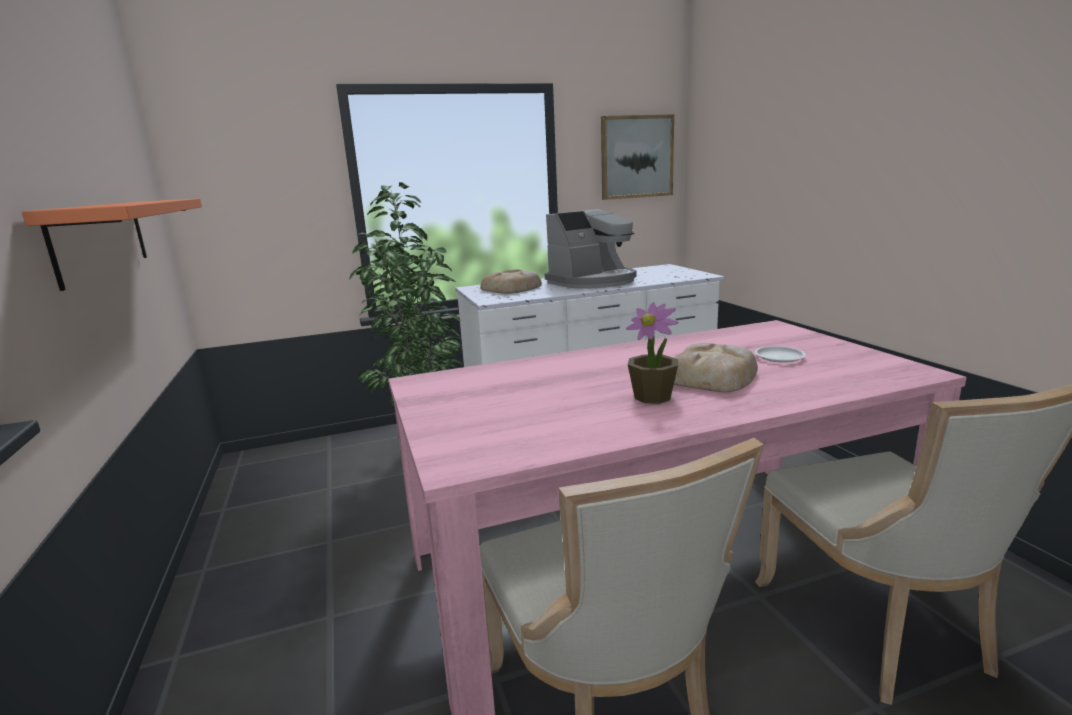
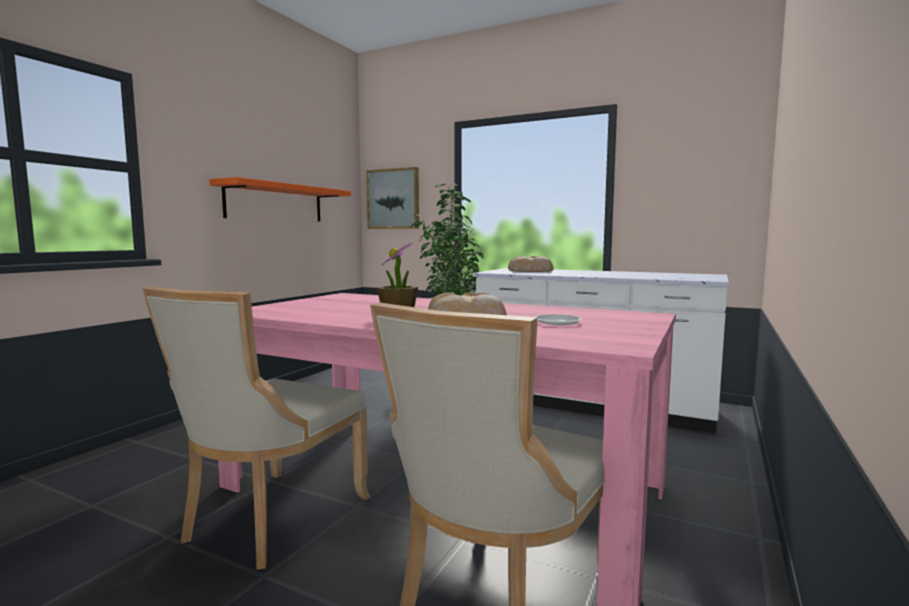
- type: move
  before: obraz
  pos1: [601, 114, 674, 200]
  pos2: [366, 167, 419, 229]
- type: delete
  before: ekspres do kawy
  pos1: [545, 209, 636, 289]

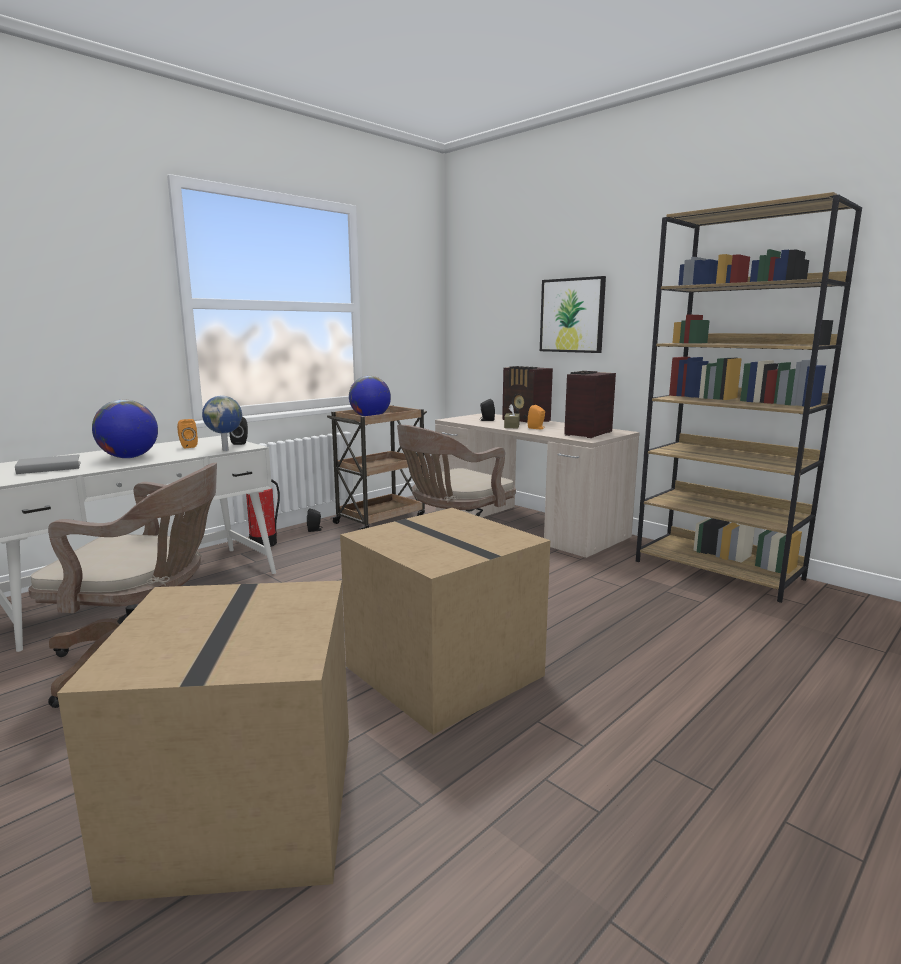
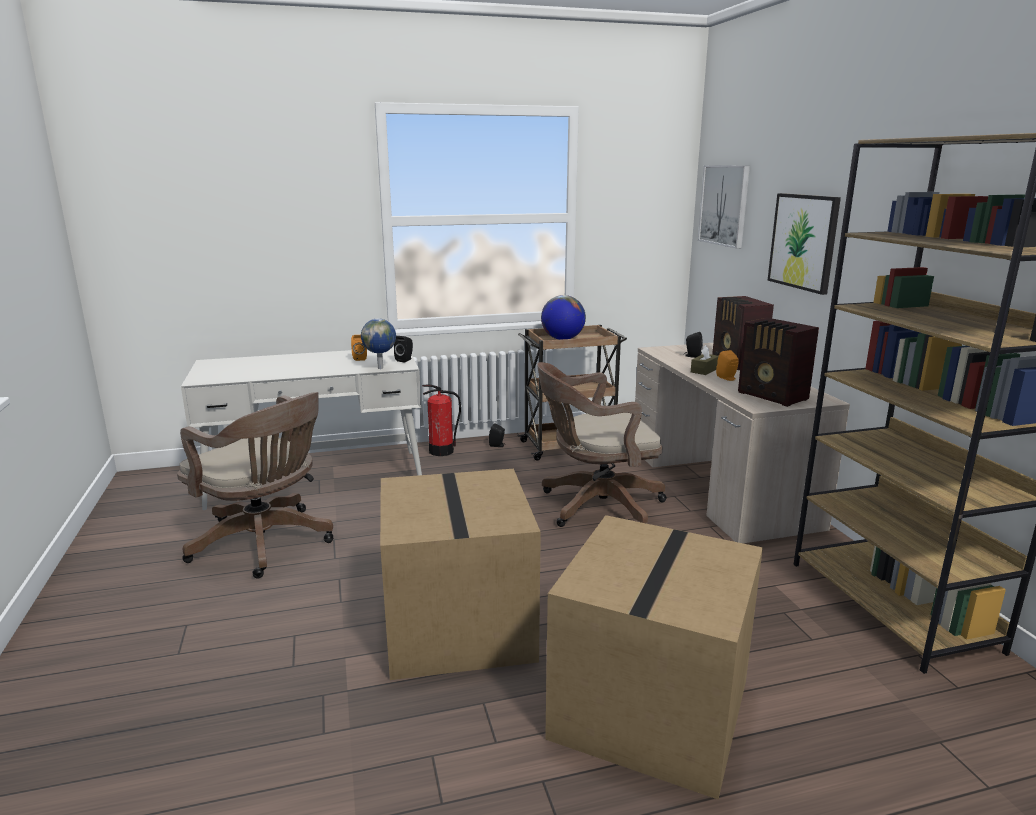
- type: move
  before: karton
  pos1: [57, 581, 349, 903]
  pos2: [545, 515, 763, 799]
- type: insert
  after: obraz
  pos2: [698, 165, 750, 249]
- type: rotate
  before: radio
  pos1: [564, 371, 616, 438]
  pos2: [738, 318, 819, 407]
  turn: -105
- type: delete
  before: książka [szary]
  pos1: [15, 454, 81, 474]
- type: delete
  before: globus
  pos1: [92, 400, 158, 458]

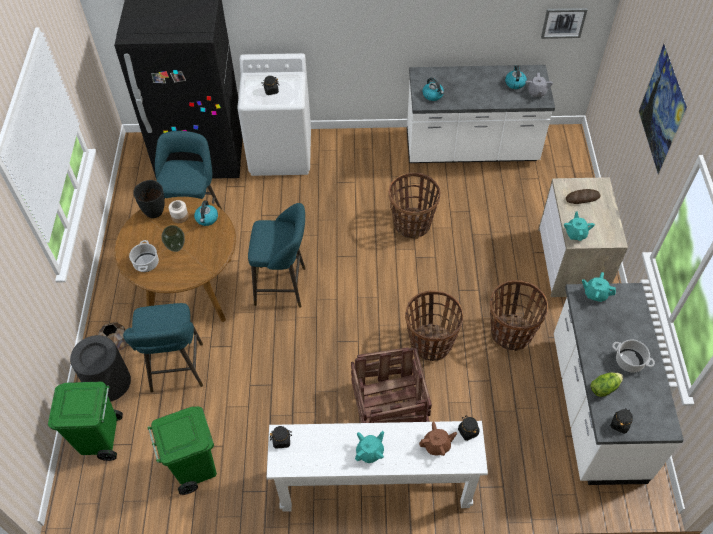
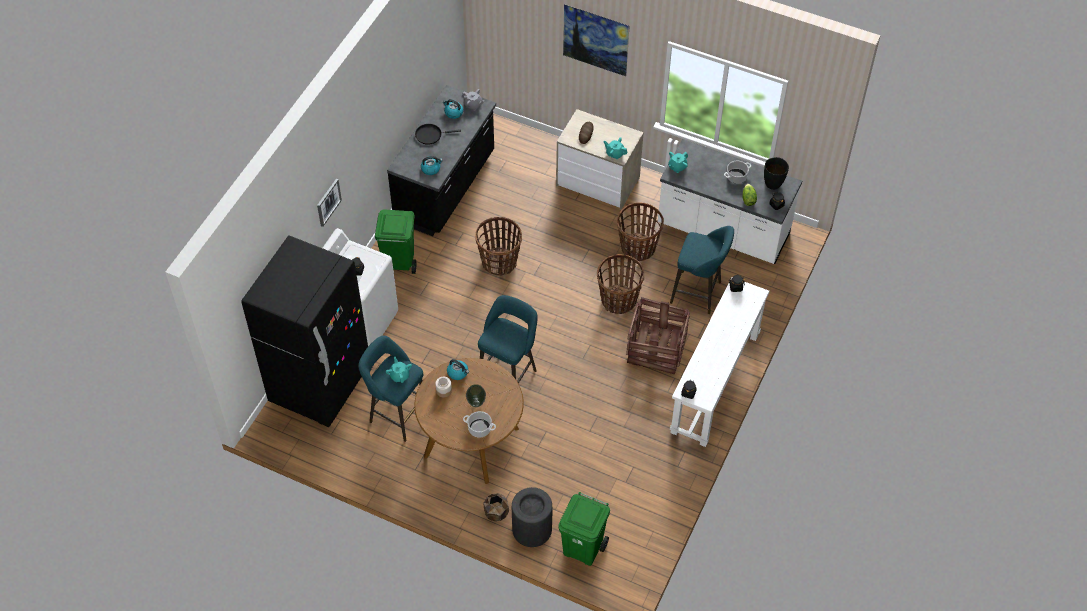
- type: move
  before: obraz
  pos1: [541, 8, 588, 39]
  pos2: [317, 179, 342, 227]
- type: move
  before: kosz na śmieci [zielony]
  pos1: [148, 406, 217, 495]
  pos2: [375, 209, 416, 274]
- type: move
  before: imbryk [turkusowy]
  pos1: [355, 431, 384, 463]
  pos2: [386, 357, 412, 383]
- type: recolor
  before: zabudowa kuchenna [biały]
  after: zabudowa kuchenna [czarny]
  pos1: [407, 65, 555, 163]
  pos2: [387, 85, 496, 236]
- type: insert
  after: patelnia [czarny]
  pos2: [415, 124, 461, 145]
- type: move
  before: stołek [turkusowy]
  pos1: [123, 303, 203, 392]
  pos2: [670, 226, 734, 314]
- type: move
  before: wazon [czarny]
  pos1: [133, 180, 165, 218]
  pos2: [764, 157, 789, 190]
- type: delete
  before: imbryk [brązowy]
  pos1: [419, 422, 457, 456]

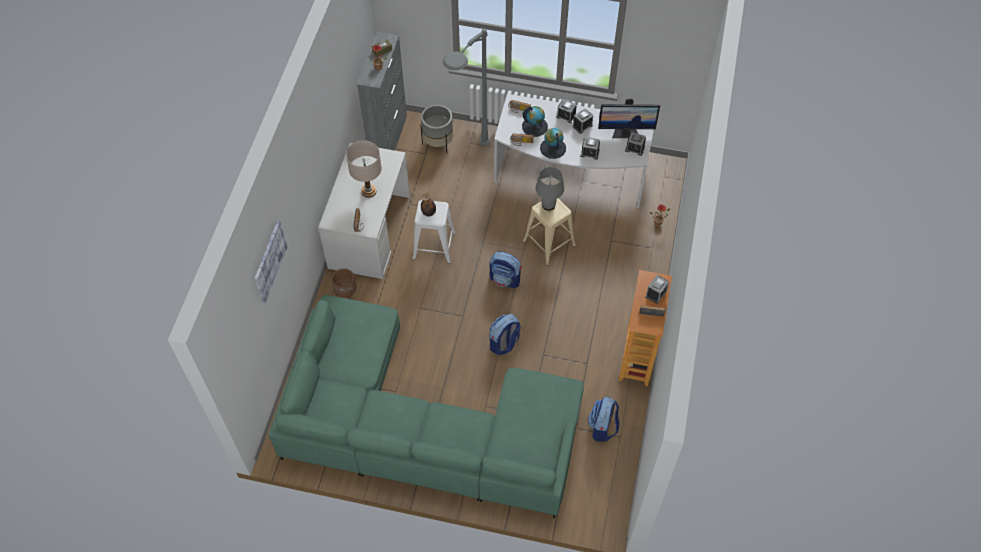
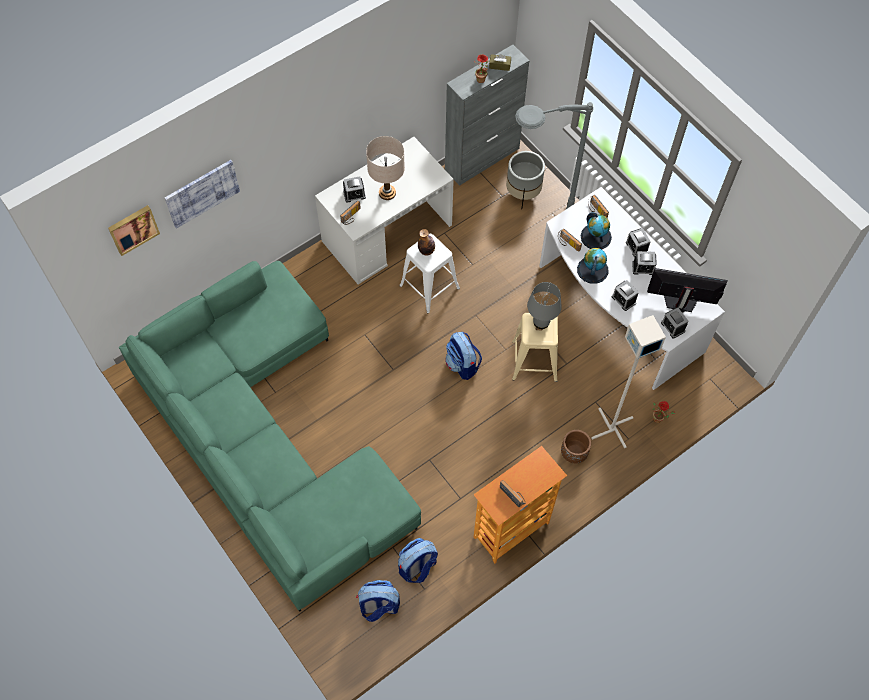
- type: insert
  after: obraz
  pos2: [108, 205, 160, 256]
- type: move
  before: budzik
  pos1: [646, 275, 669, 304]
  pos2: [343, 176, 366, 203]
- type: move
  before: plecak
  pos1: [489, 314, 521, 355]
  pos2: [356, 580, 400, 622]
- type: move
  before: donica [brązowy]
  pos1: [331, 268, 356, 298]
  pos2: [561, 430, 591, 463]
- type: insert
  after: lampa stojąca [szary]
  pos2: [591, 315, 666, 448]
- type: rotate
  before: monitor
  pos1: [598, 99, 660, 138]
  pos2: [647, 268, 728, 313]
  turn: 150

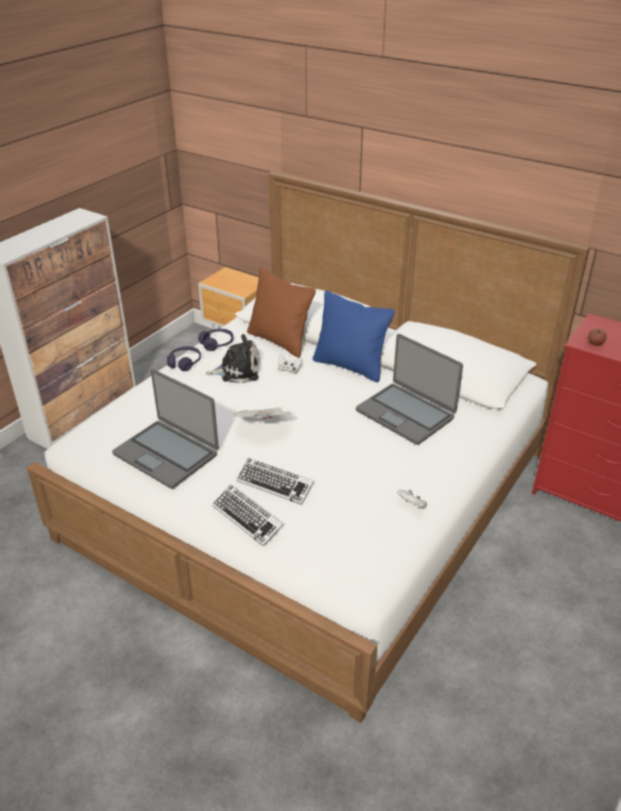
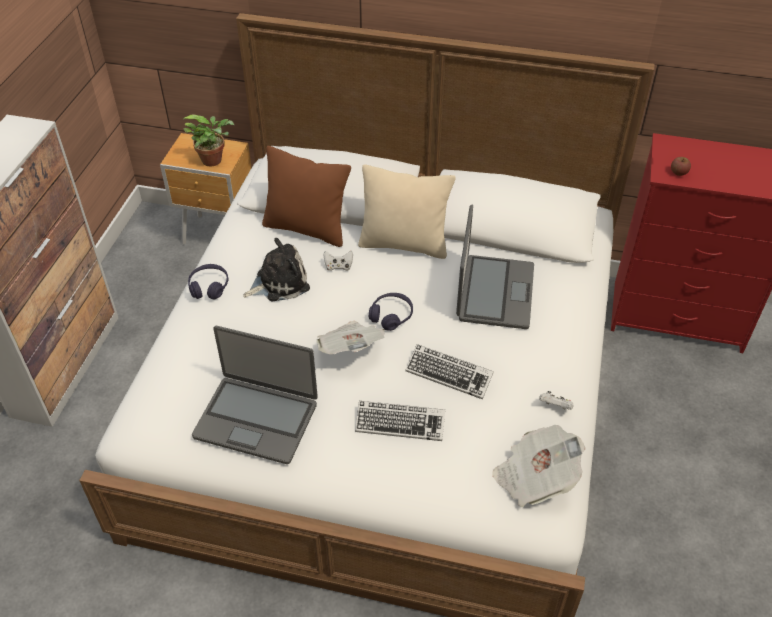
- type: insert
  after: roślina doniczkowa
  pos2: [183, 115, 234, 166]
- type: recolor
  before: poduszka [niebieski]
  after: poduszka [beżowy]
  pos1: [313, 290, 395, 382]
  pos2: [358, 165, 456, 259]
- type: move
  before: słuchawki [fioletowy]
  pos1: [198, 329, 233, 351]
  pos2: [369, 293, 413, 331]
- type: move
  before: klawiatura
  pos1: [212, 485, 283, 547]
  pos2: [406, 344, 494, 399]
- type: rotate
  before: laptop
  pos1: [356, 334, 463, 445]
  pos2: [456, 204, 534, 329]
  turn: -105
- type: insert
  after: gazeta
  pos2: [492, 425, 585, 507]

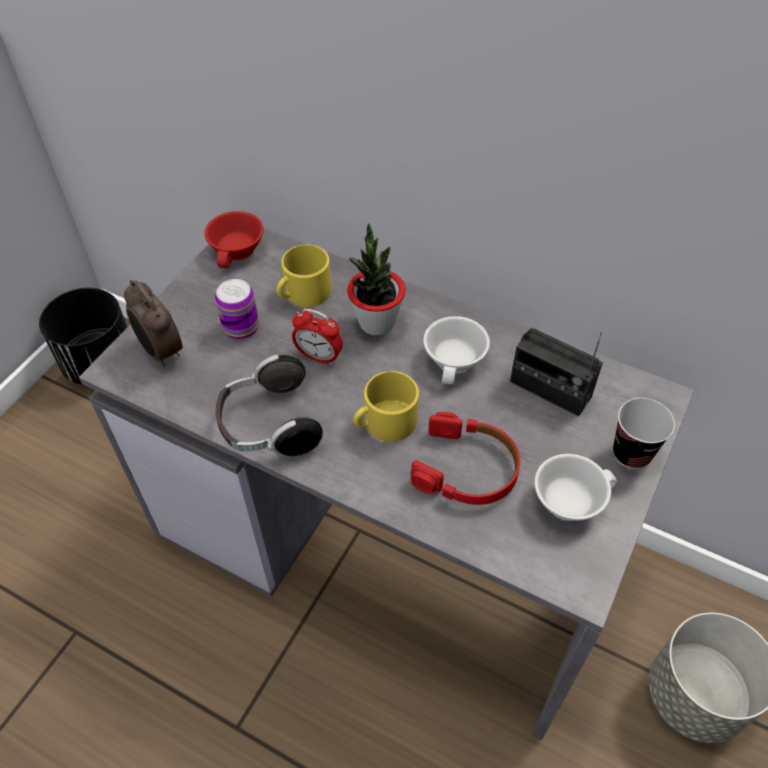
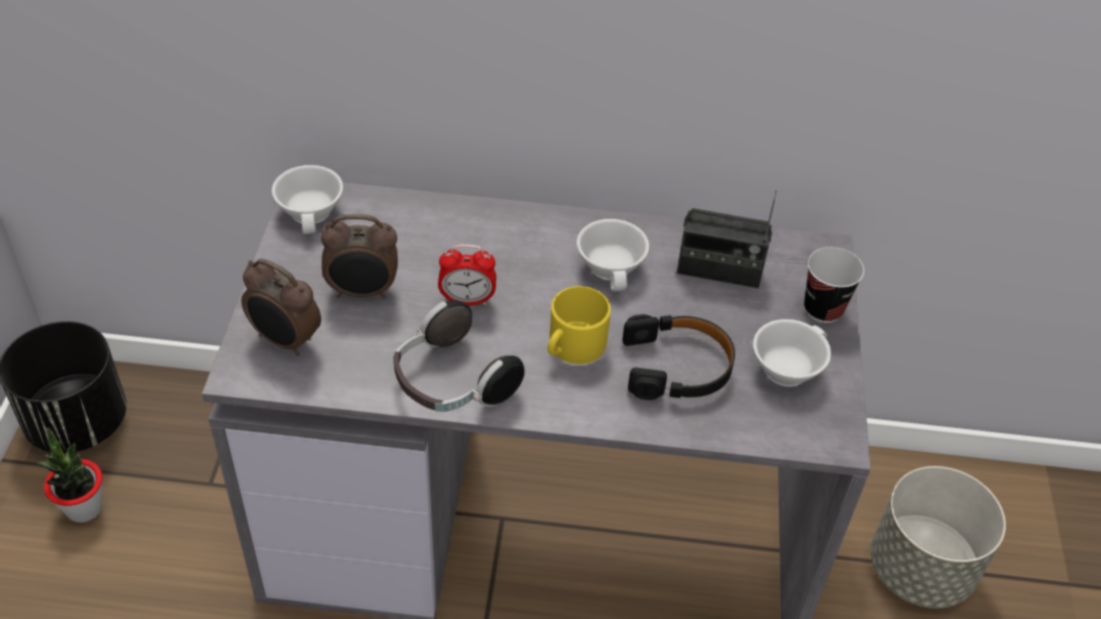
- type: move
  before: roślina doniczkowa
  pos1: [347, 223, 406, 336]
  pos2: [36, 428, 102, 523]
- type: recolor
  before: filiżanka [czerwony]
  after: filiżanka [biały]
  pos1: [204, 211, 264, 268]
  pos2: [272, 165, 343, 234]
- type: replace
  before: puszka
  after: budzik
  pos1: [215, 279, 259, 339]
  pos2: [321, 214, 398, 299]
- type: recolor
  before: słuchawki [czerwony]
  after: słuchawki [czarny]
  pos1: [411, 412, 521, 505]
  pos2: [622, 314, 735, 400]
- type: delete
  before: kubek [żółty]
  pos1: [276, 245, 331, 307]

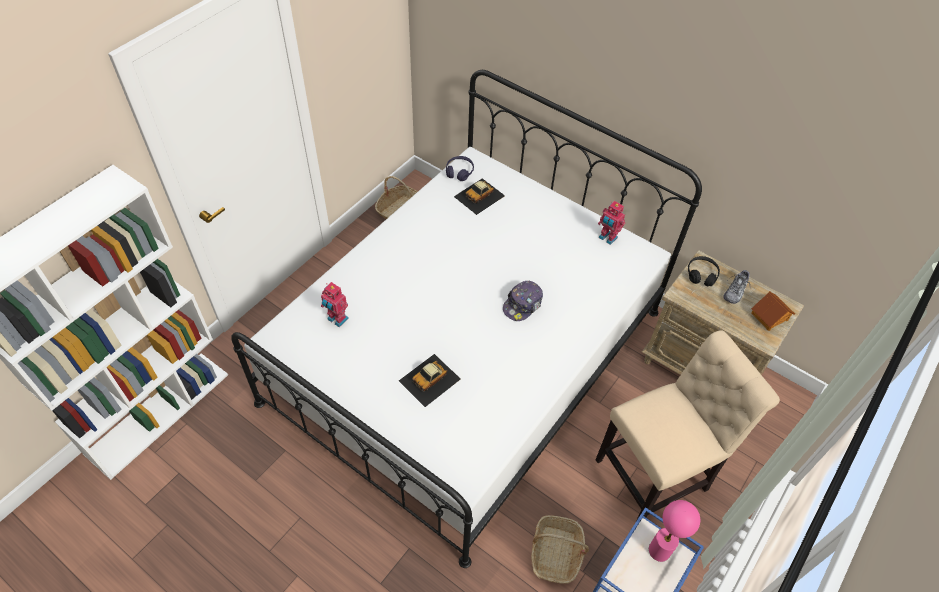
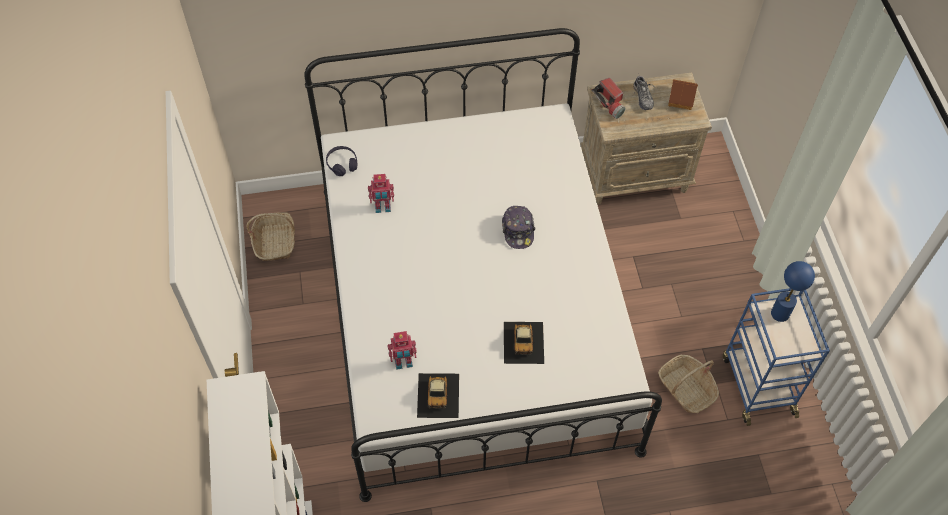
- type: move
  before: robot zabawkowy
  pos1: [598, 201, 625, 245]
  pos2: [368, 174, 394, 213]
- type: move
  before: samochodzik
  pos1: [454, 178, 505, 215]
  pos2: [417, 373, 459, 418]
- type: replace
  before: słuchawki [czarny]
  after: latarka
  pos1: [688, 256, 720, 287]
  pos2: [591, 78, 625, 119]
- type: recolor
  before: lampa stołowa [różowy]
  after: lampa stołowa [niebieski]
  pos1: [649, 500, 700, 562]
  pos2: [771, 261, 815, 322]
- type: delete
  before: krzesło [beżowy]
  pos1: [595, 330, 780, 523]

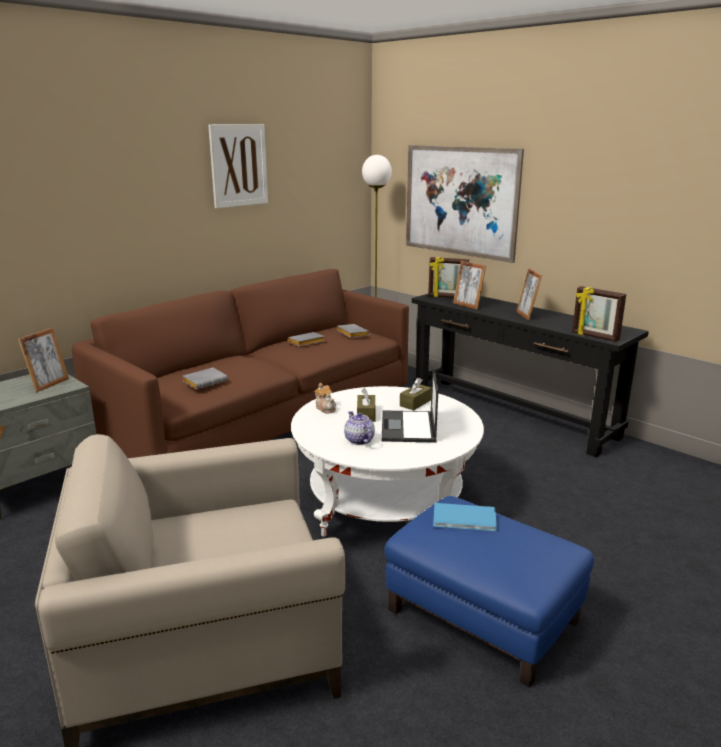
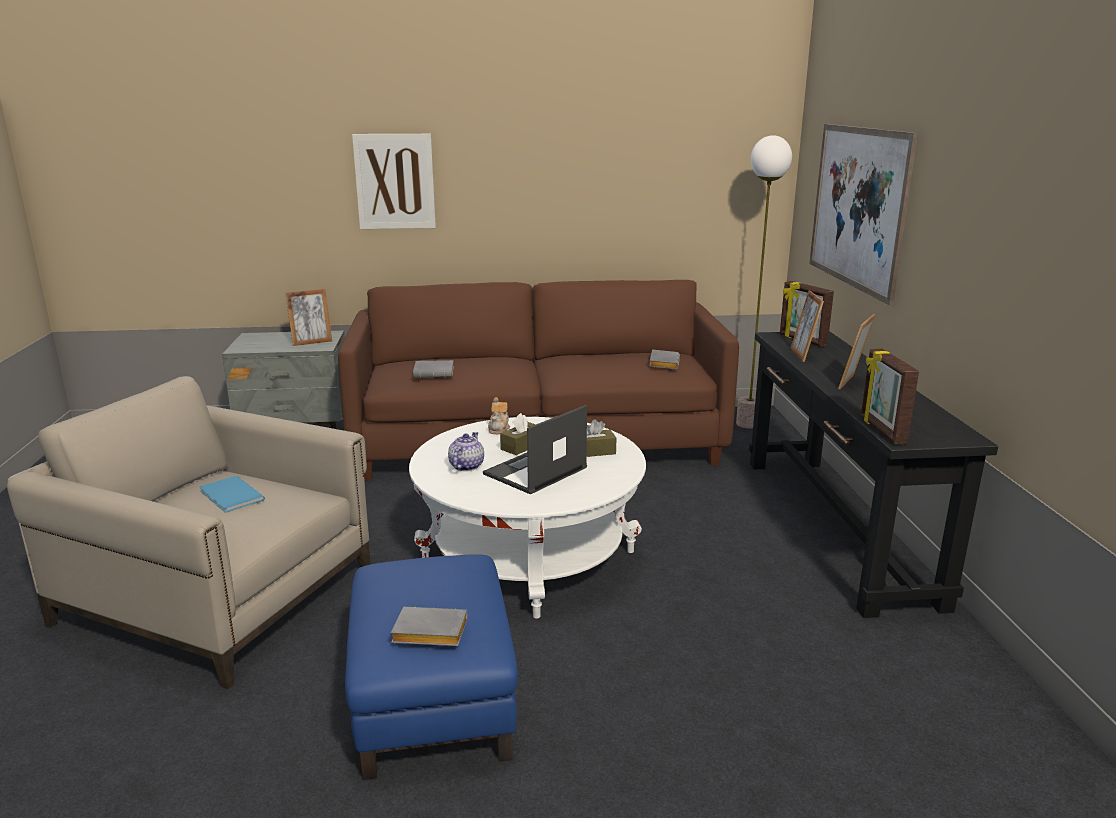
- type: move
  before: książka [niebieski]
  pos1: [433, 503, 497, 531]
  pos2: [199, 476, 265, 513]
- type: move
  before: obraz
  pos1: [208, 124, 268, 209]
  pos2: [352, 134, 436, 229]
- type: move
  before: książka [szary]
  pos1: [288, 332, 325, 347]
  pos2: [391, 607, 467, 646]

